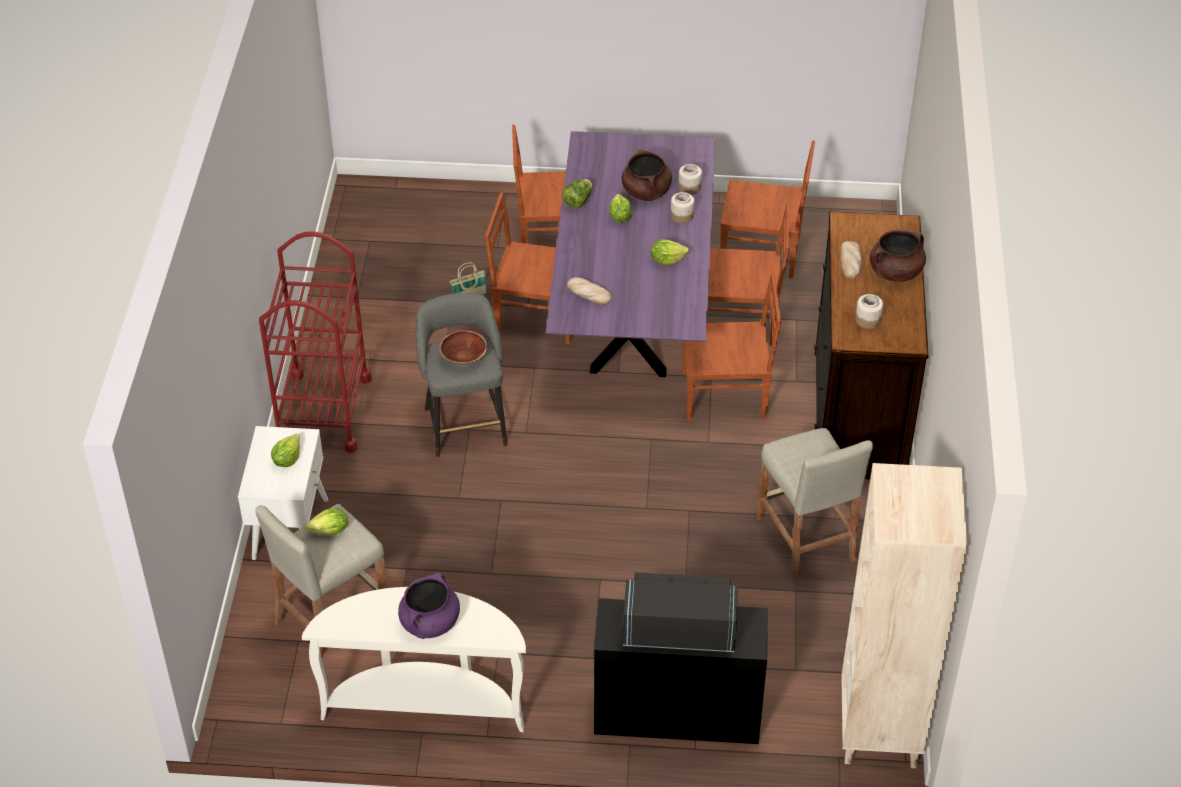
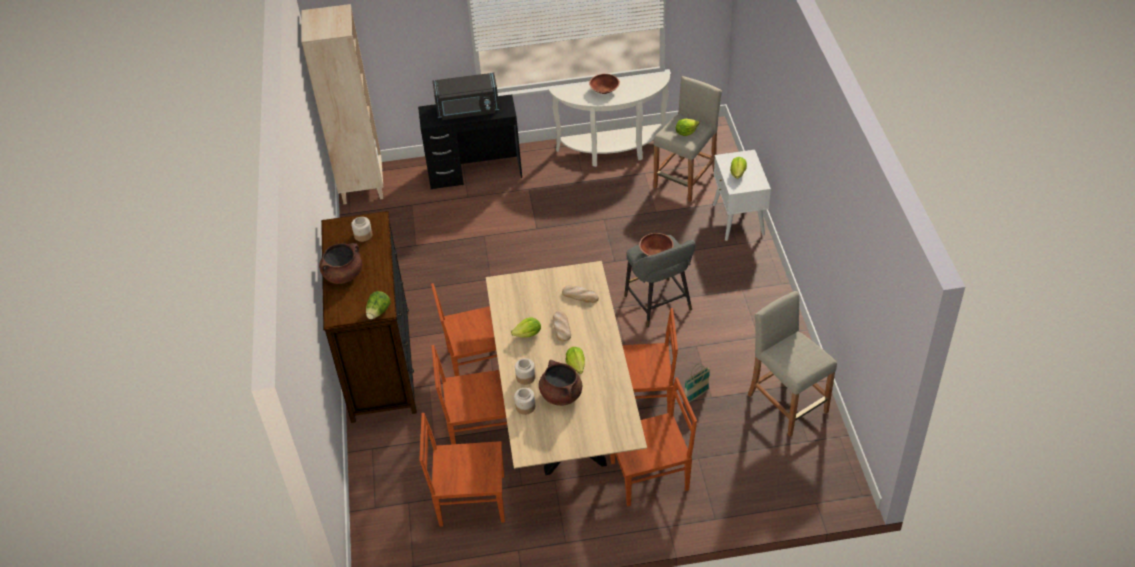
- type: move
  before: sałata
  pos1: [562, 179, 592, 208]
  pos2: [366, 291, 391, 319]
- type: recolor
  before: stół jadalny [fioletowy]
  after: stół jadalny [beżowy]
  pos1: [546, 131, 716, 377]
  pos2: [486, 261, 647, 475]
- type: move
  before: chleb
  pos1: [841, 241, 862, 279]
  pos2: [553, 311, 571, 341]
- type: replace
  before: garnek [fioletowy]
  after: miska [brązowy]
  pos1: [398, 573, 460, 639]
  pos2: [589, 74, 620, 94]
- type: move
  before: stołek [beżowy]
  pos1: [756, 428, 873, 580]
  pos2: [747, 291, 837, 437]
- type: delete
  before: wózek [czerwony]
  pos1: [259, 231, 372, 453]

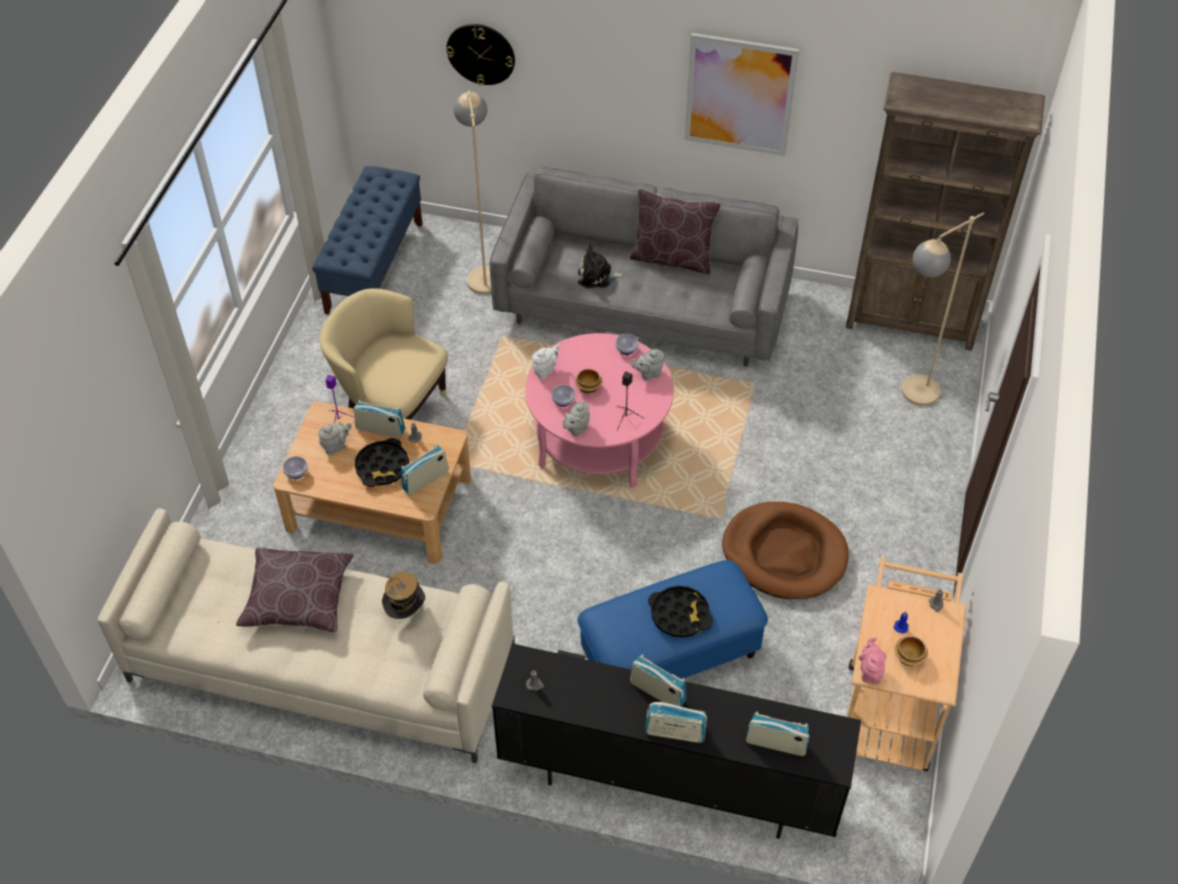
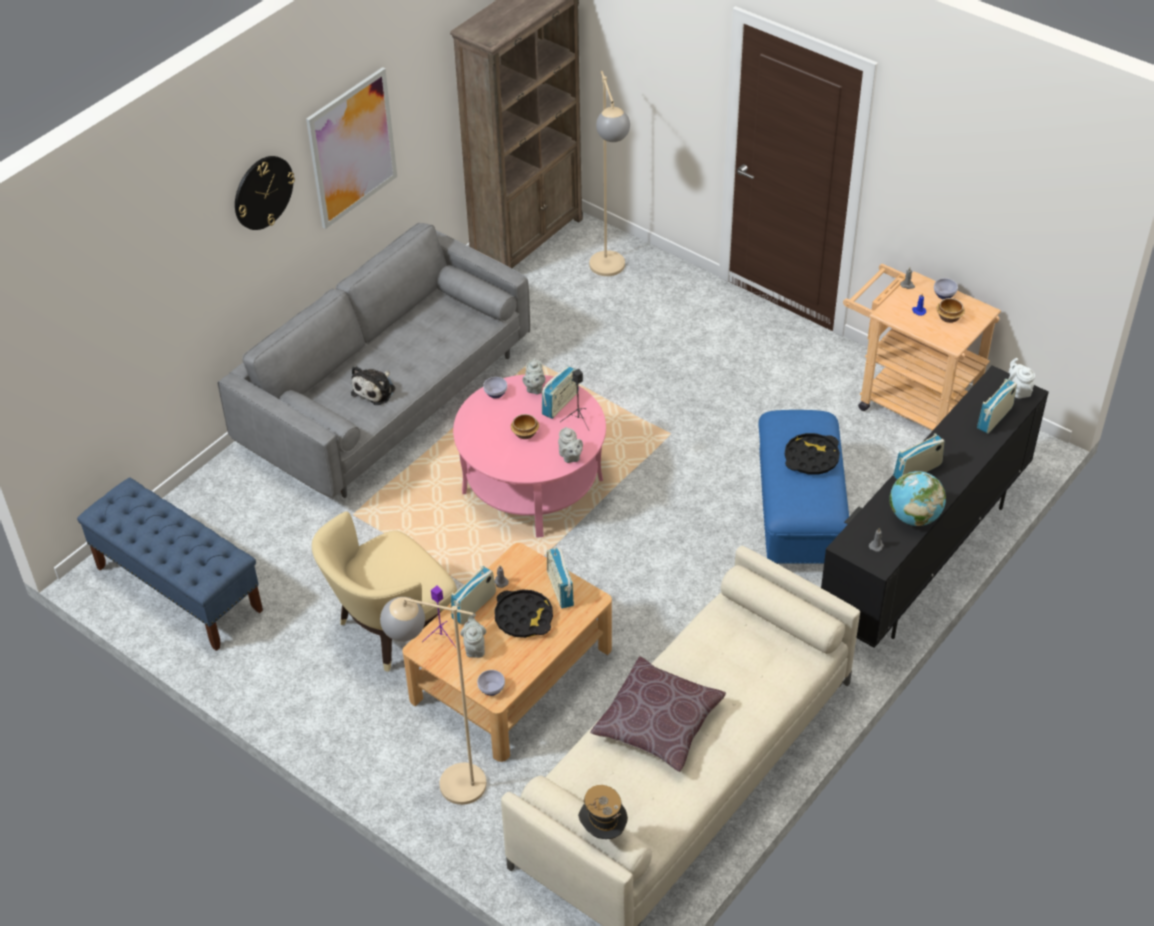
- type: move
  before: zegar ścienny
  pos1: [446, 24, 515, 86]
  pos2: [235, 156, 295, 230]
- type: move
  before: lampa stojąca [beżowy]
  pos1: [454, 91, 492, 294]
  pos2: [380, 597, 487, 805]
- type: move
  before: radio
  pos1: [645, 702, 707, 743]
  pos2: [542, 366, 579, 419]
- type: move
  before: kapelusz
  pos1: [382, 572, 425, 619]
  pos2: [578, 785, 628, 839]
- type: insert
  after: globus
  pos2: [890, 471, 946, 526]
- type: move
  before: miska
  pos1: [551, 385, 575, 407]
  pos2: [934, 278, 958, 299]
- type: move
  before: imbryk [biały]
  pos1: [532, 345, 559, 379]
  pos2: [1009, 358, 1035, 398]
- type: delete
  before: poduszka [brązowy]
  pos1: [630, 189, 721, 275]
- type: delete
  before: legowisko [brązowy]
  pos1: [722, 502, 849, 599]
- type: delete
  before: imbryk [różowy]
  pos1: [859, 637, 886, 684]

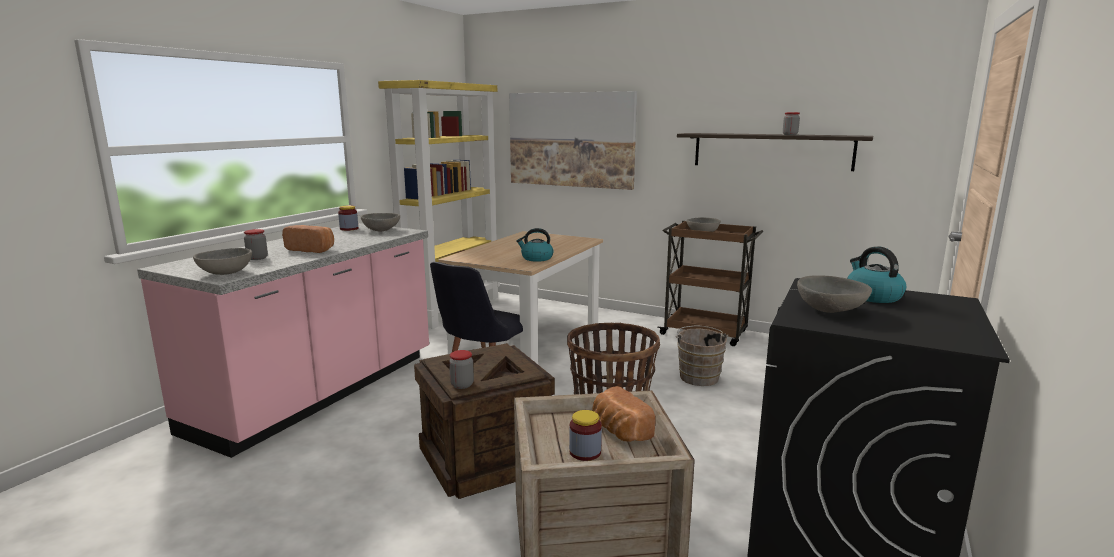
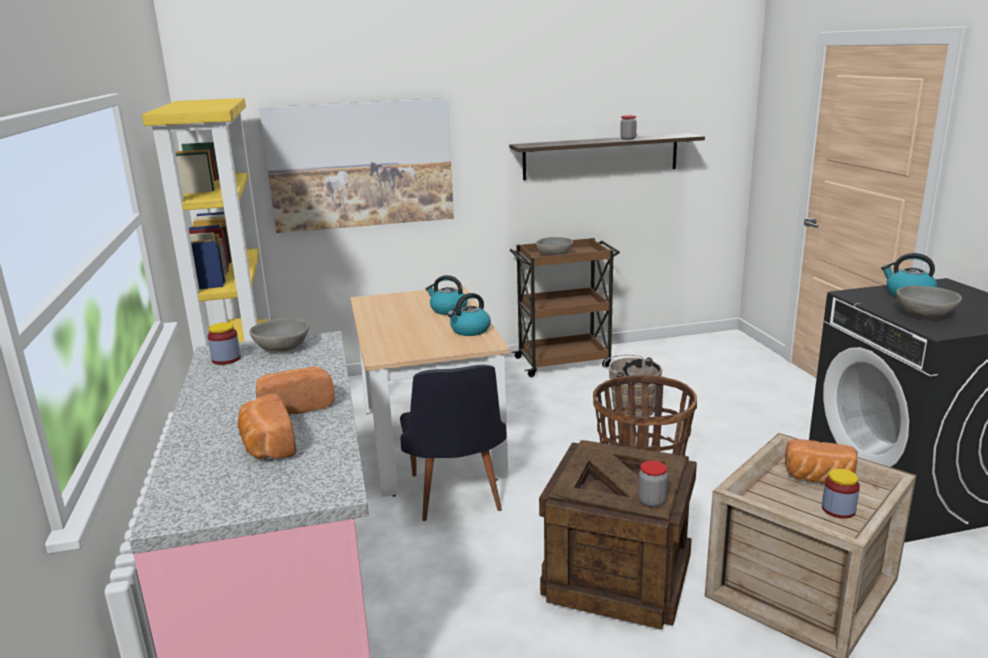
- type: replace
  before: słoik
  after: chleb
  pos1: [244, 229, 268, 260]
  pos2: [237, 393, 296, 459]
- type: insert
  after: czajnik
  pos2: [425, 275, 467, 315]
- type: delete
  before: miska [szary]
  pos1: [193, 248, 252, 275]

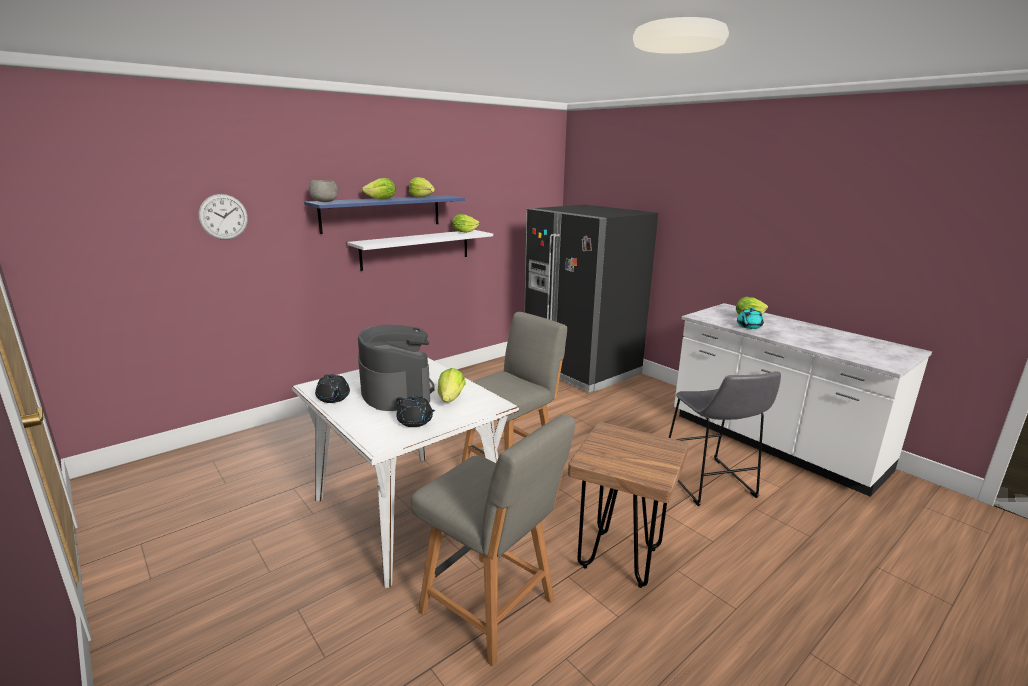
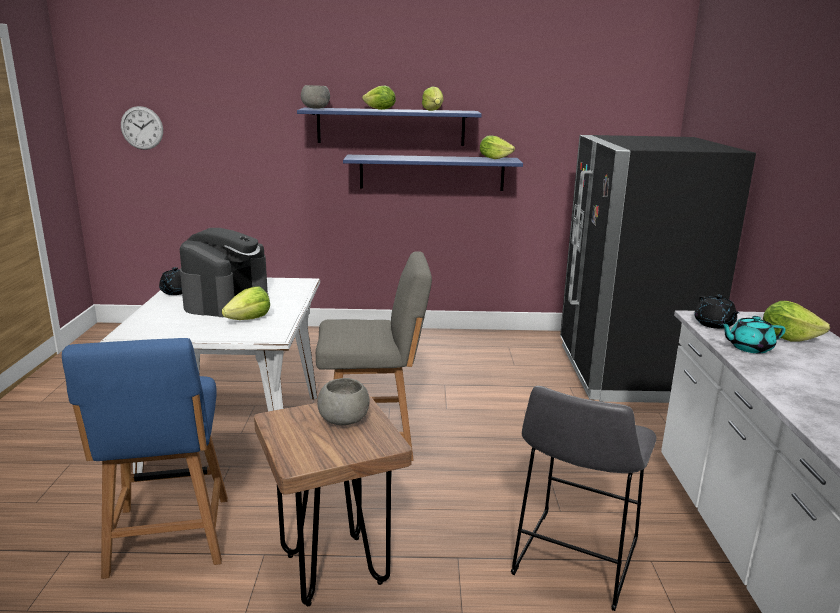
- type: recolor
  before: krzesło [szary]
  after: krzesło [niebieski]
  pos1: [411, 414, 575, 666]
  pos2: [62, 338, 228, 579]
- type: move
  before: zegar ścienny
  pos1: [198, 194, 248, 240]
  pos2: [121, 106, 163, 150]
- type: insert
  after: miska [szary]
  pos2: [318, 378, 370, 425]
- type: recolor
  before: półka [biały]
  after: półka [niebieski]
  pos1: [347, 230, 493, 271]
  pos2: [343, 155, 523, 191]
- type: move
  before: imbryk [czarny]
  pos1: [396, 395, 435, 427]
  pos2: [694, 295, 739, 329]

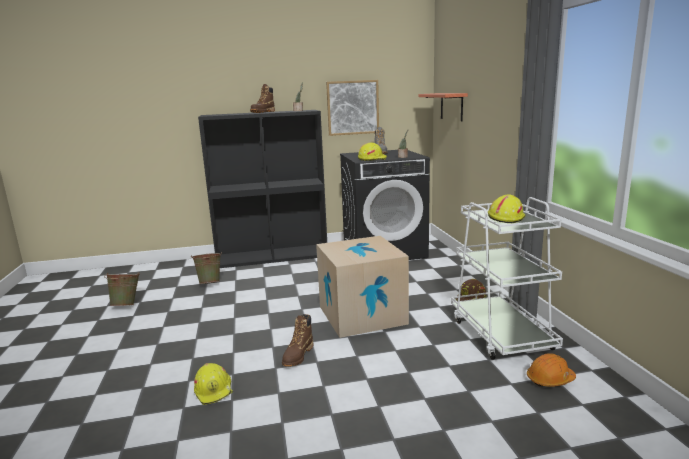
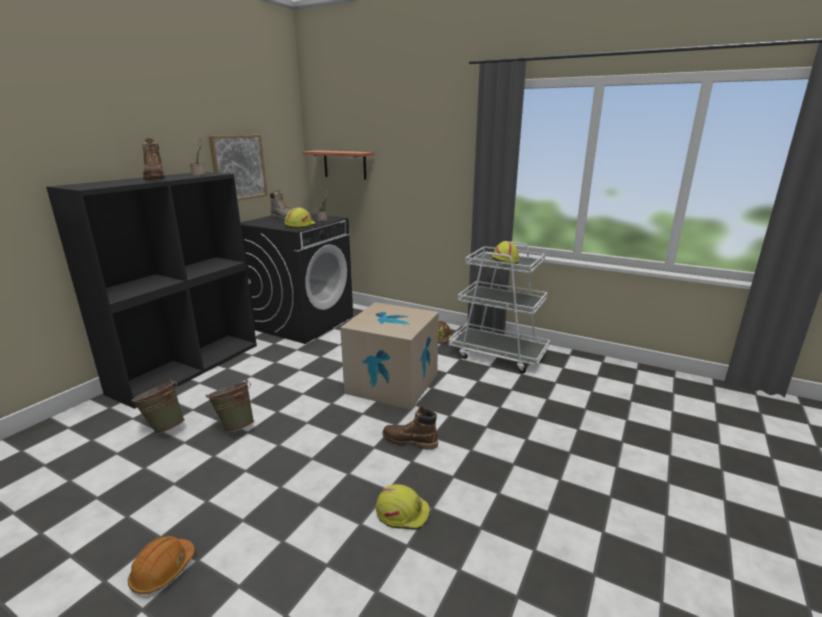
- type: move
  before: kask [pomarańczowy]
  pos1: [527, 353, 576, 387]
  pos2: [128, 536, 195, 594]
- type: move
  before: wiadro [zielony]
  pos1: [104, 272, 140, 306]
  pos2: [206, 379, 254, 433]
- type: rotate
  before: but z cholewką [brązowy]
  pos1: [282, 314, 313, 366]
  pos2: [382, 406, 438, 450]
  turn: 135

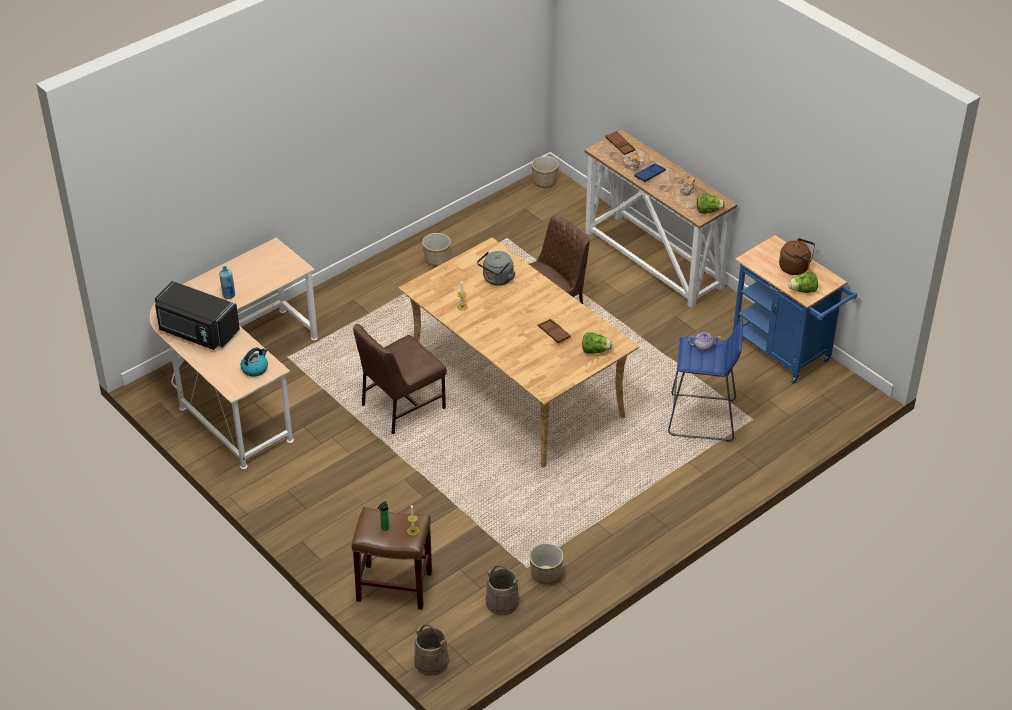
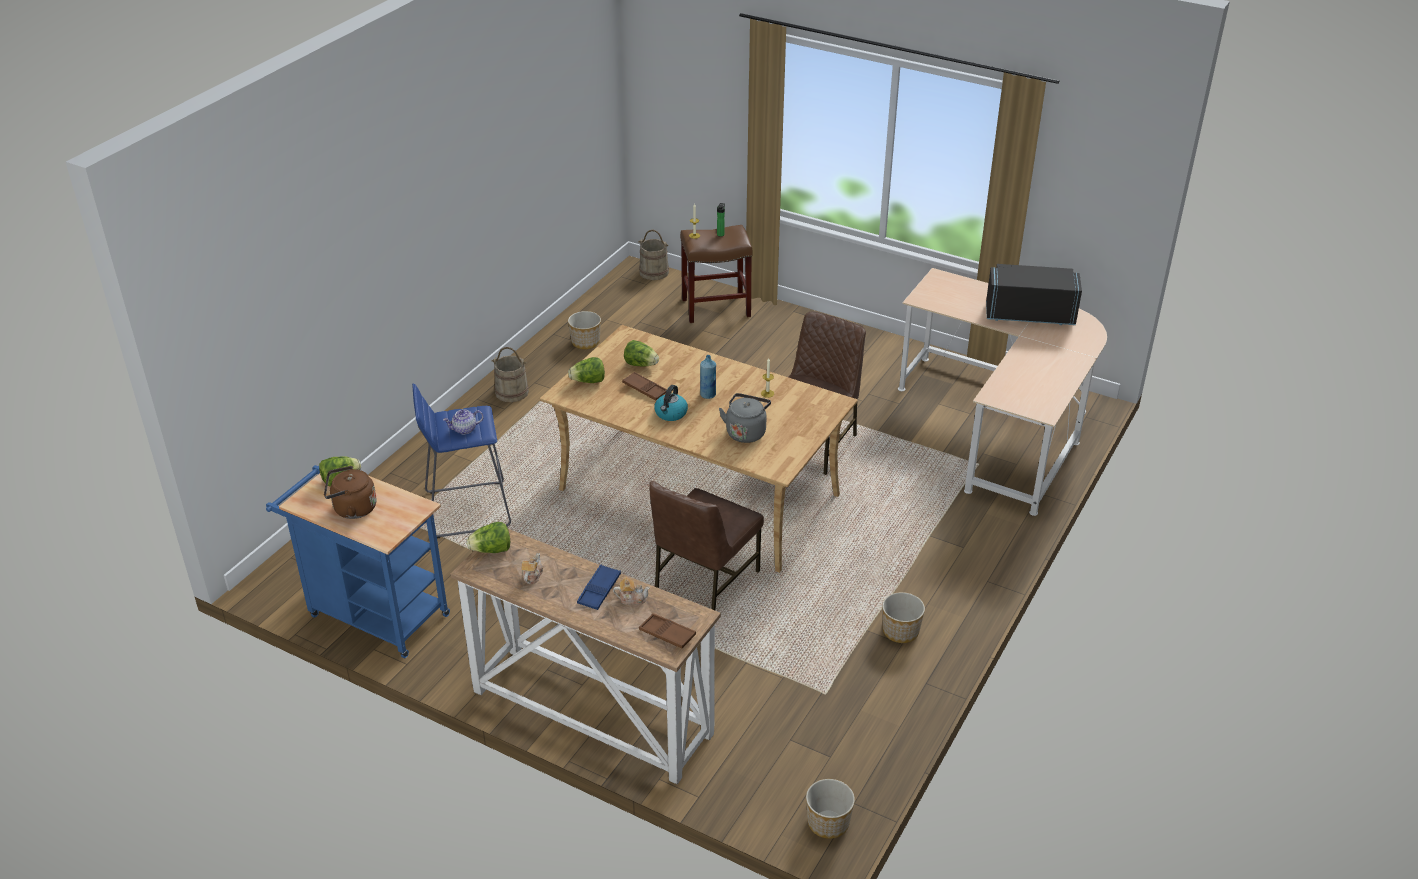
- type: move
  before: wiadro [beżowy]
  pos1: [485, 565, 519, 615]
  pos2: [491, 347, 529, 402]
- type: insert
  after: sałata
  pos2: [624, 340, 659, 367]
- type: move
  before: czajnik
  pos1: [240, 348, 268, 377]
  pos2: [654, 385, 688, 421]
- type: move
  before: butelka [niebieski]
  pos1: [219, 266, 235, 299]
  pos2: [700, 355, 716, 399]

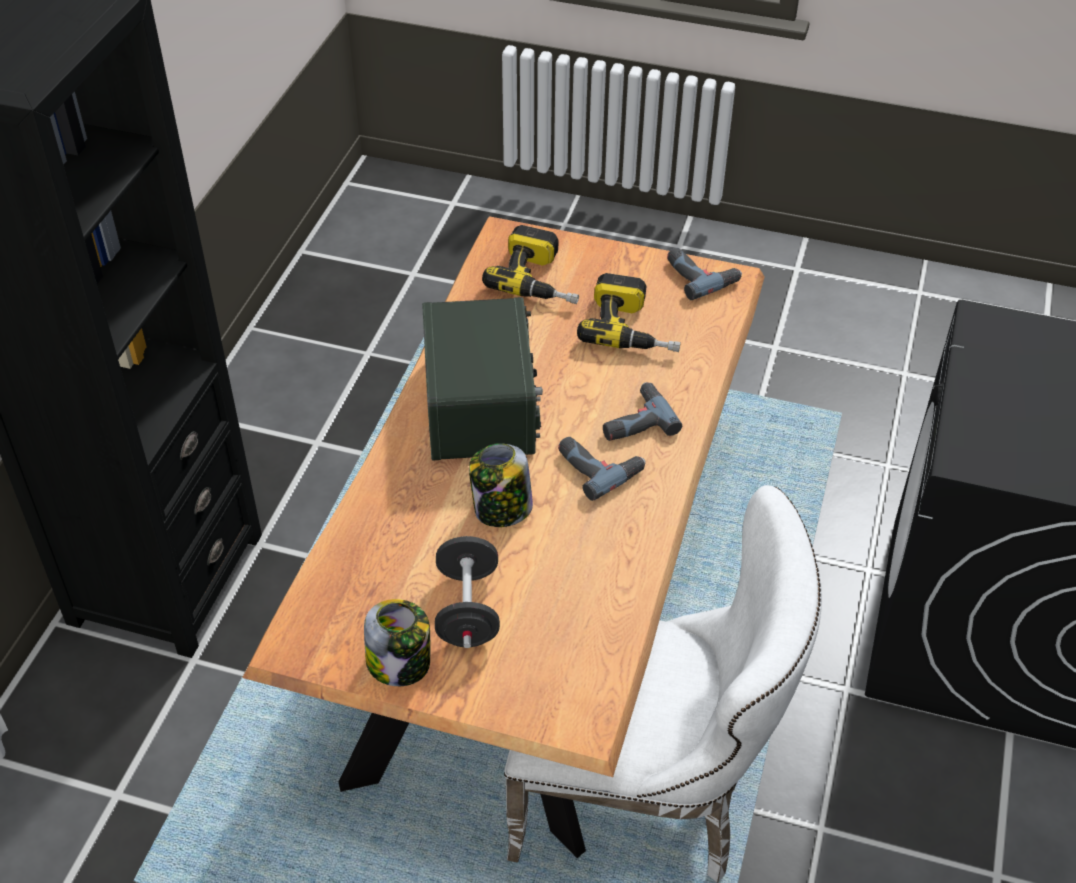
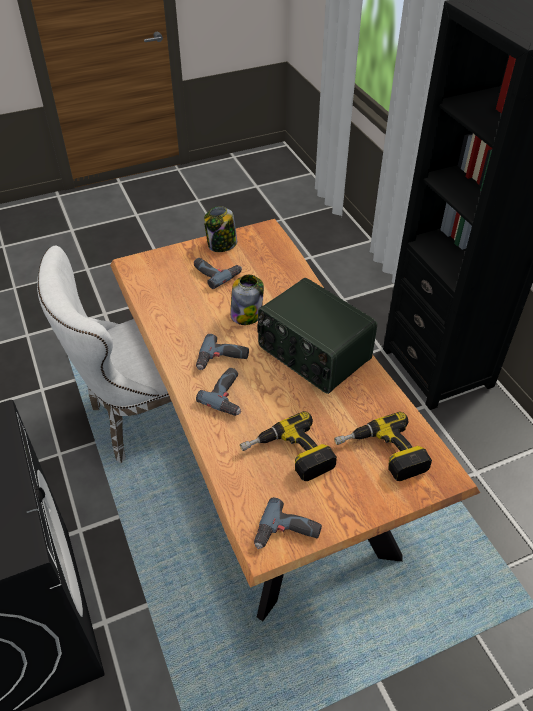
- type: replace
  before: hantel [czarny]
  after: wiertarka
  pos1: [435, 536, 500, 648]
  pos2: [194, 258, 242, 289]

